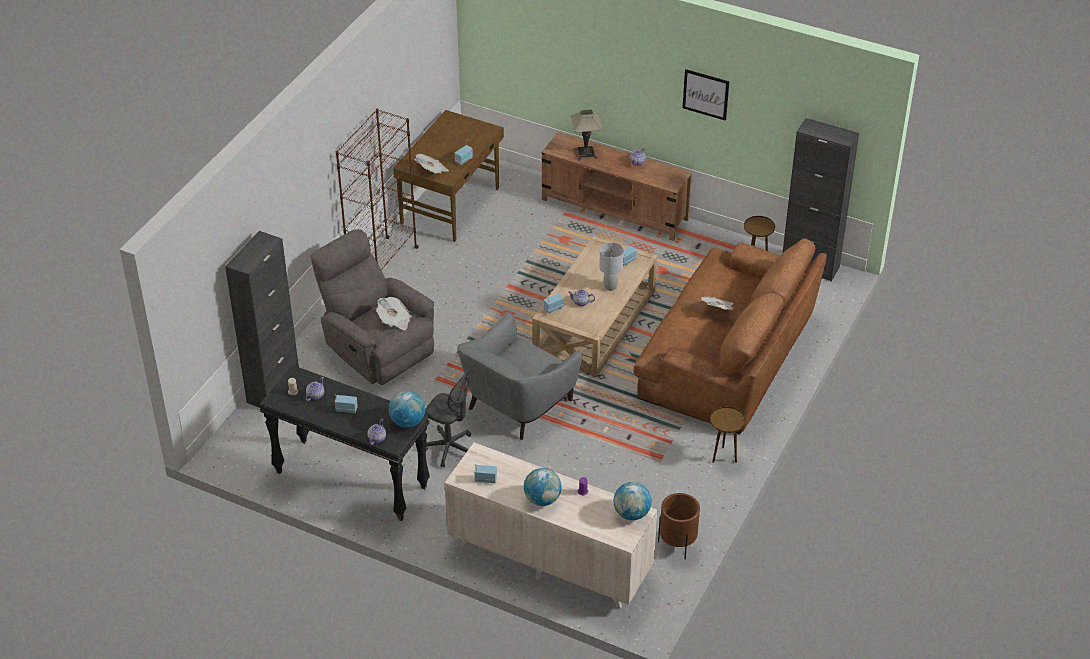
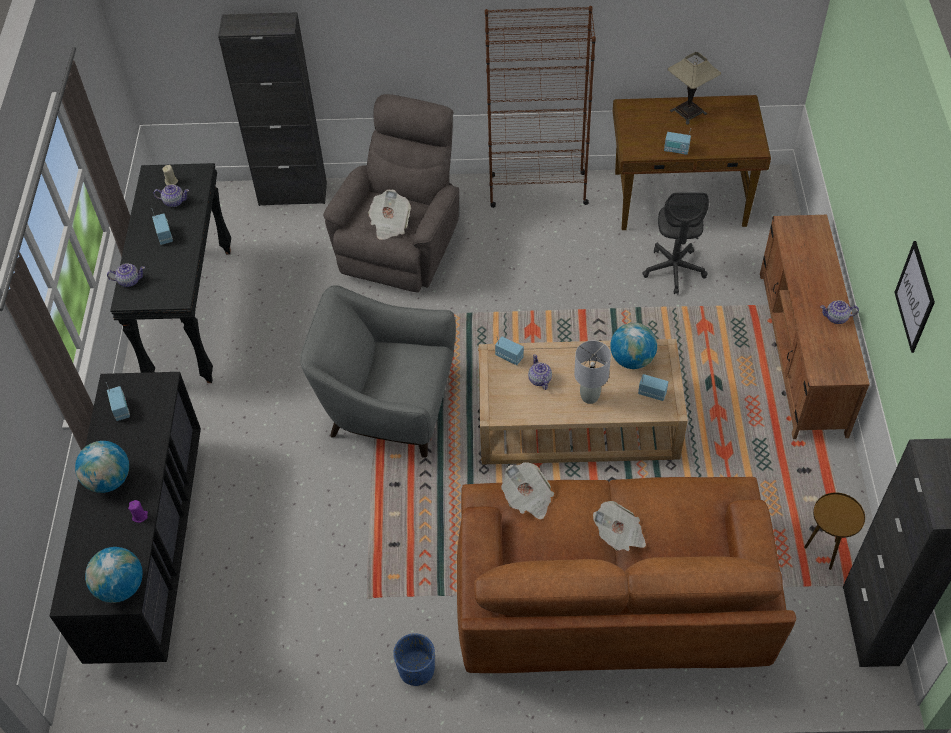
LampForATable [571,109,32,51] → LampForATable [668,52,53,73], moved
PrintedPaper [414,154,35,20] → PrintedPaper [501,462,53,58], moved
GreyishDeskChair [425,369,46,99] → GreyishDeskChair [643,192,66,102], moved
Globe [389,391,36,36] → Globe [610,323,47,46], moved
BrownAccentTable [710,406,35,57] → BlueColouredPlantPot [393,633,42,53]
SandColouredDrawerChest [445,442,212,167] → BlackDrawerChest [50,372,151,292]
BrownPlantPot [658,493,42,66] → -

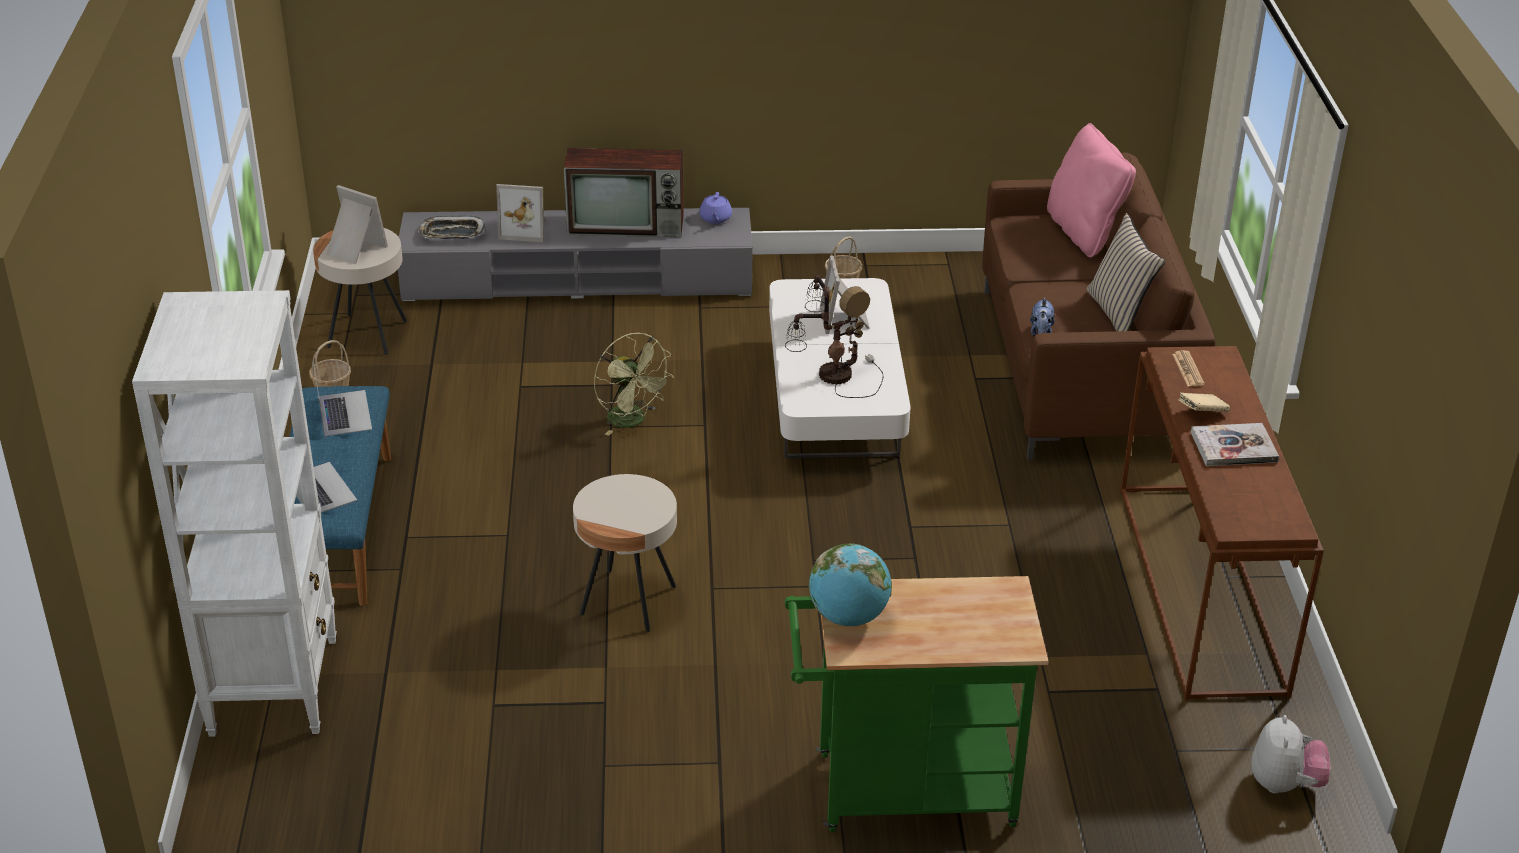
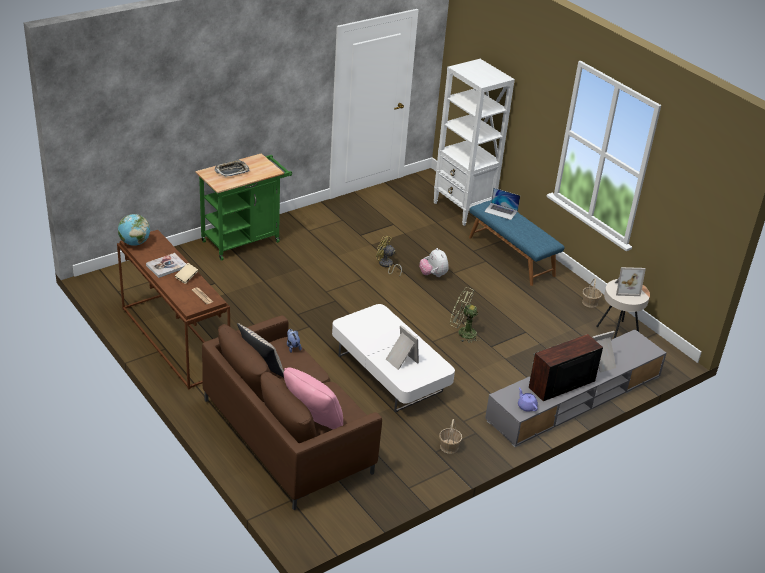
ServingTray [418,216,68,23] → ServingTray [215,160,35,17], moved
LampForATable [785,275,98,123] → -
Laptop [313,360,59,76] → -
SandColouredAccentTable [573,474,104,158] → YellowFan [376,236,26,41]
Globe [809,544,83,82] → Globe [118,214,32,32], moved
CuddlyToy [1251,715,80,79] → CuddlyToy [419,248,30,29], moved

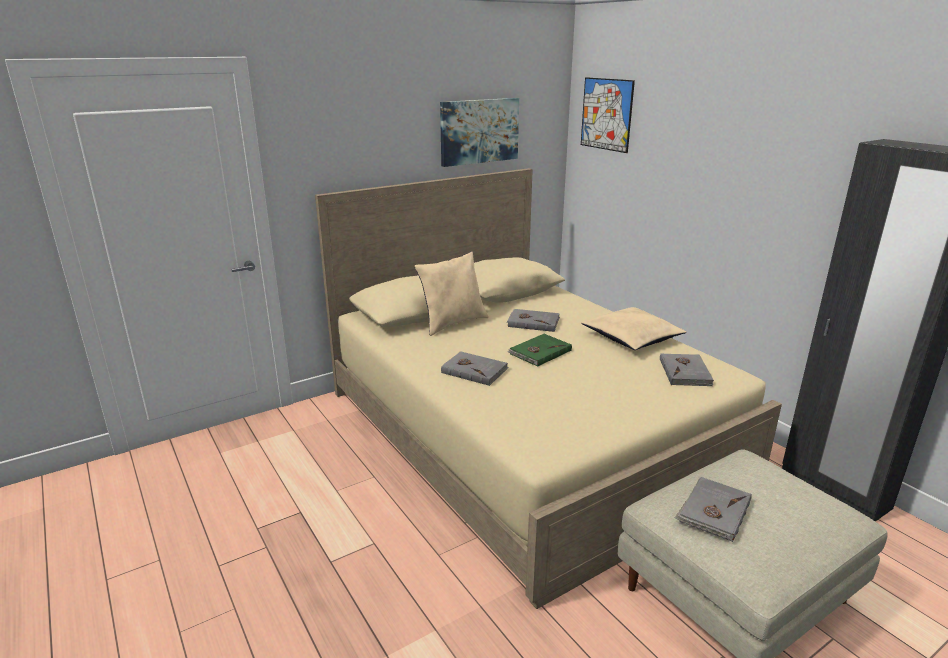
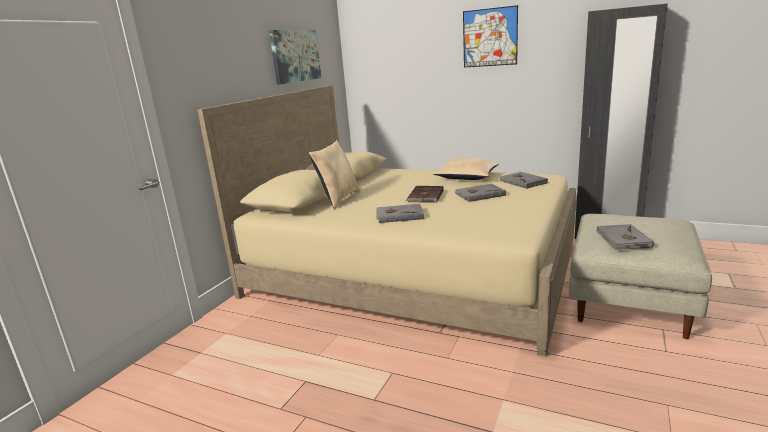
Picture [581,77,54,76] → Picture [463,5,55,63], moved
GreyishBoundBook [507,309,53,23] → GreyishBoundBook [455,184,51,18], moved
GreenBoundBook [507,334,65,33] → BrownBoundBook [405,186,39,17]

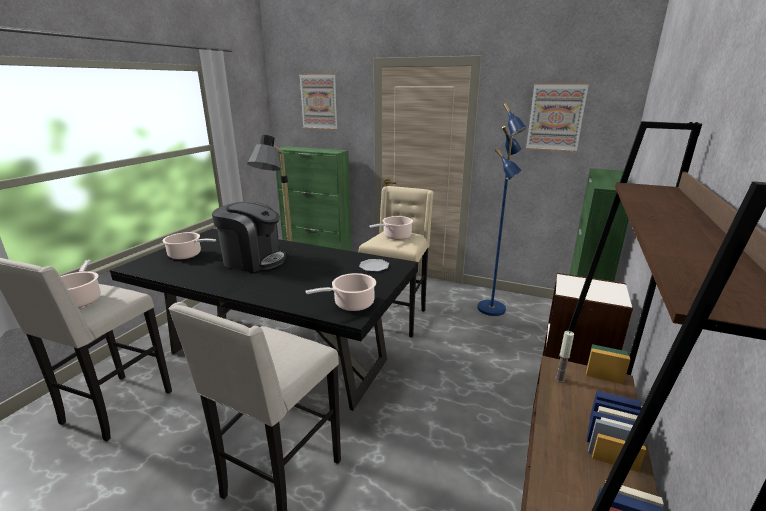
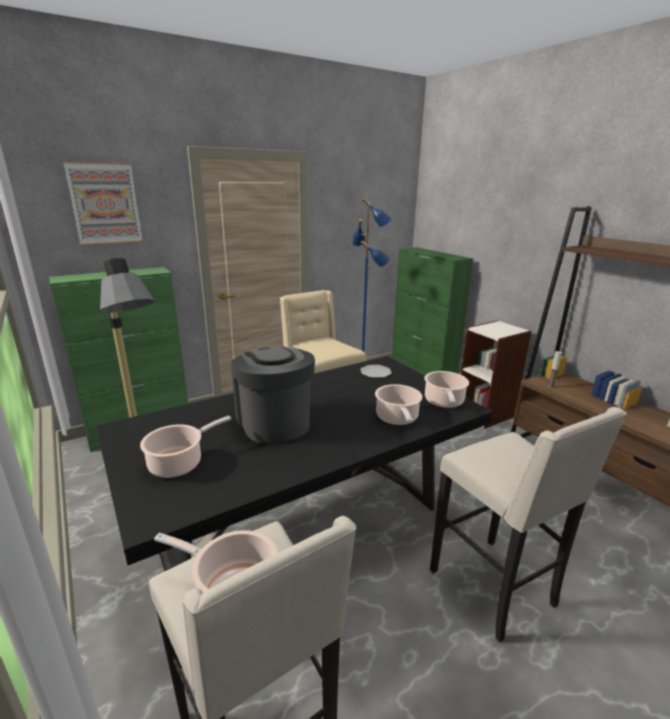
Picture [526,83,63,69] → -
CoffeeBrewer [212,201,74,71] → CoffeeBrewer [231,347,84,96], 75 degrees counterclockwise
Saucepot [369,216,44,24] → Saucepot [375,384,48,41], moved

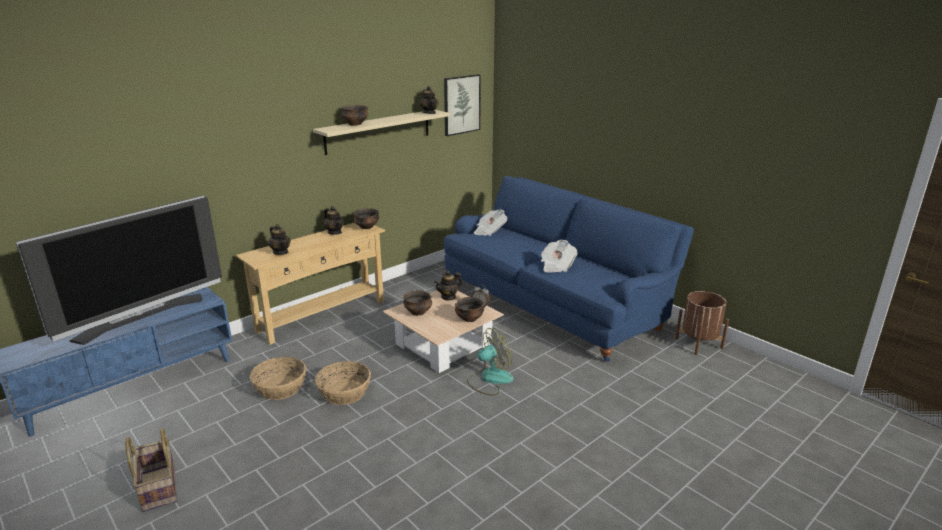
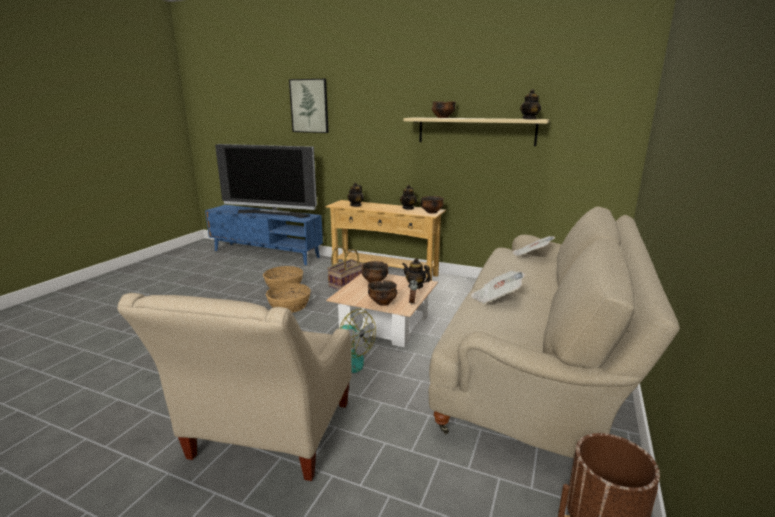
Picture [444,74,37,62] → Picture [289,79,40,54], moved
BlueColouredSettee [443,176,251,186] → SandColouredSettee [429,207,251,251]
HouseholdBasket [125,428,52,84] → HouseholdBasket [327,246,37,44], moved
- → SandColouredLoungeChair [117,293,235,188]

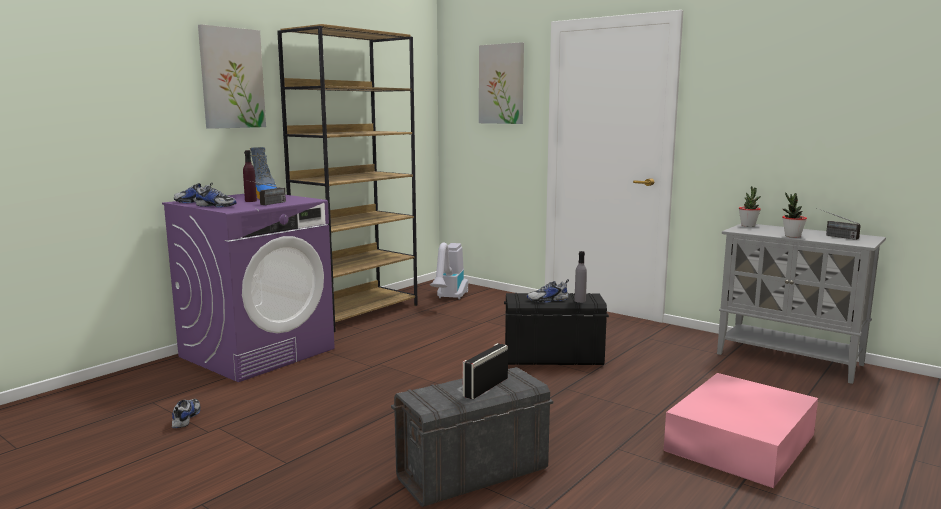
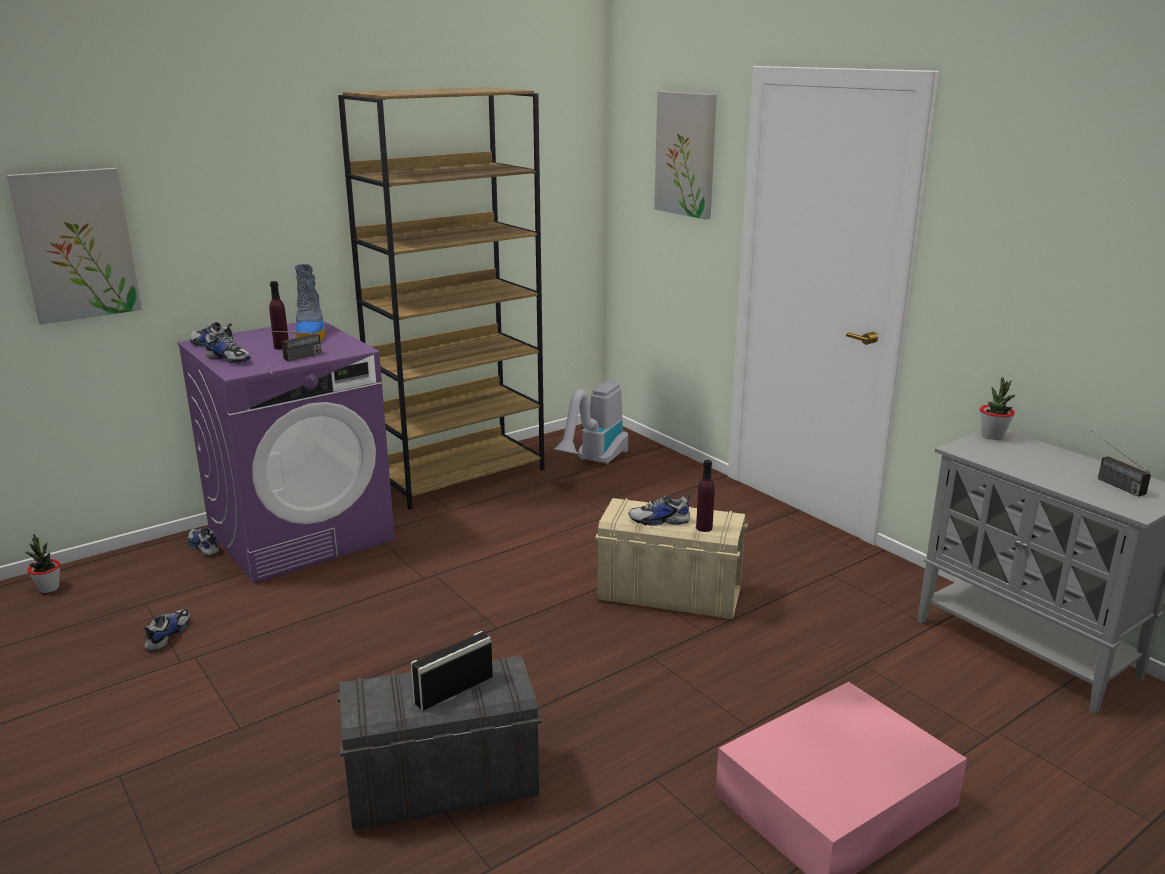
Picture [198,24,68,105] → Picture [6,168,136,157], moved
PottedPlant [782,193,25,45] → PottedPlant [25,534,35,59], moved
GreyishBottle [574,251,13,52] → PurplishBottle [696,460,19,72]
BlackStorageContainer [504,293,105,72] → SandColouredStorageContainer [595,498,153,121]
- → Shoe [188,527,31,29]

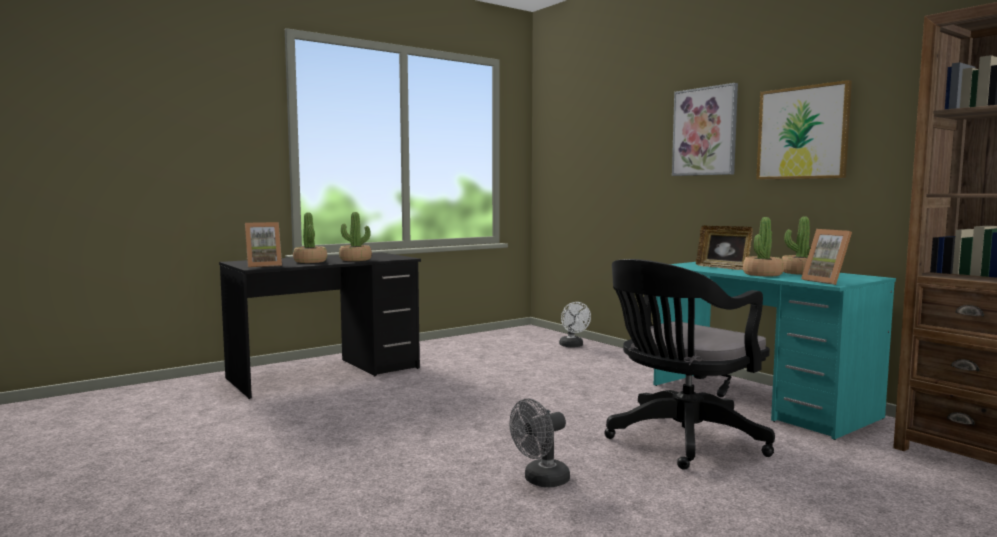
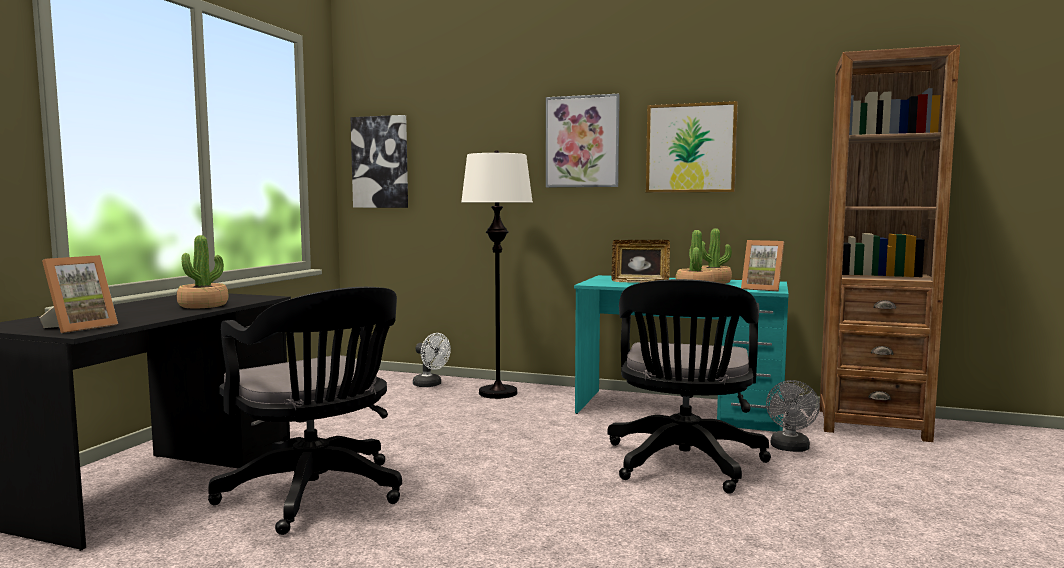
PottedPlant [293,213,34,50] → -
GreyishFan [509,399,61,88] → GreyishFan [766,380,54,72], moved
- → Picture [350,115,58,93]
- → WhiteColouredStandardLamp [461,150,72,249]
- → BlackDeskChair [208,287,194,248]

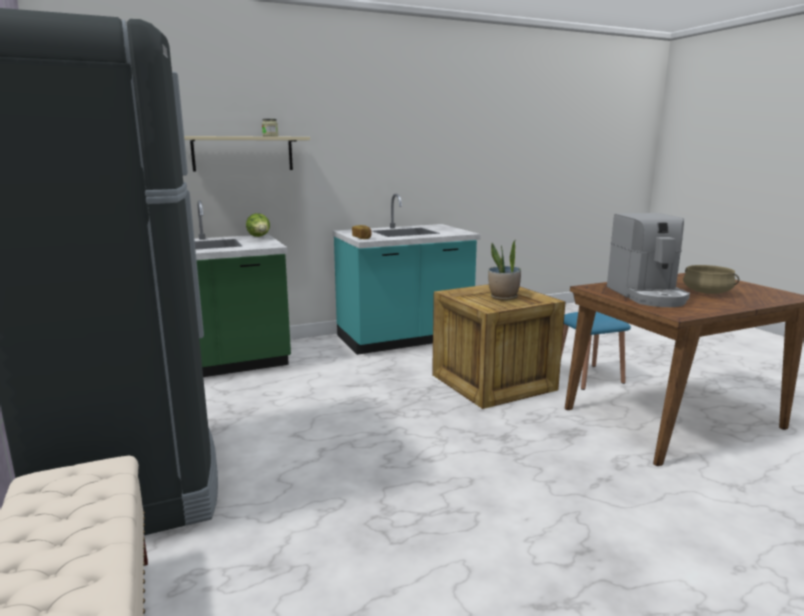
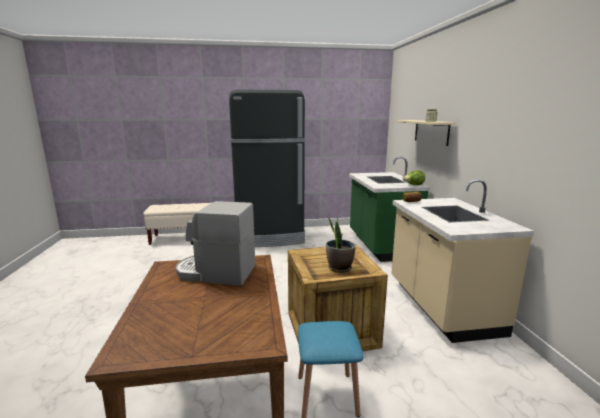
TurquoiseColouredCounter [332,194,149,161] → SandColouredCounter [391,179,143,164]
SandColouredSaucepot [683,265,56,29] → -

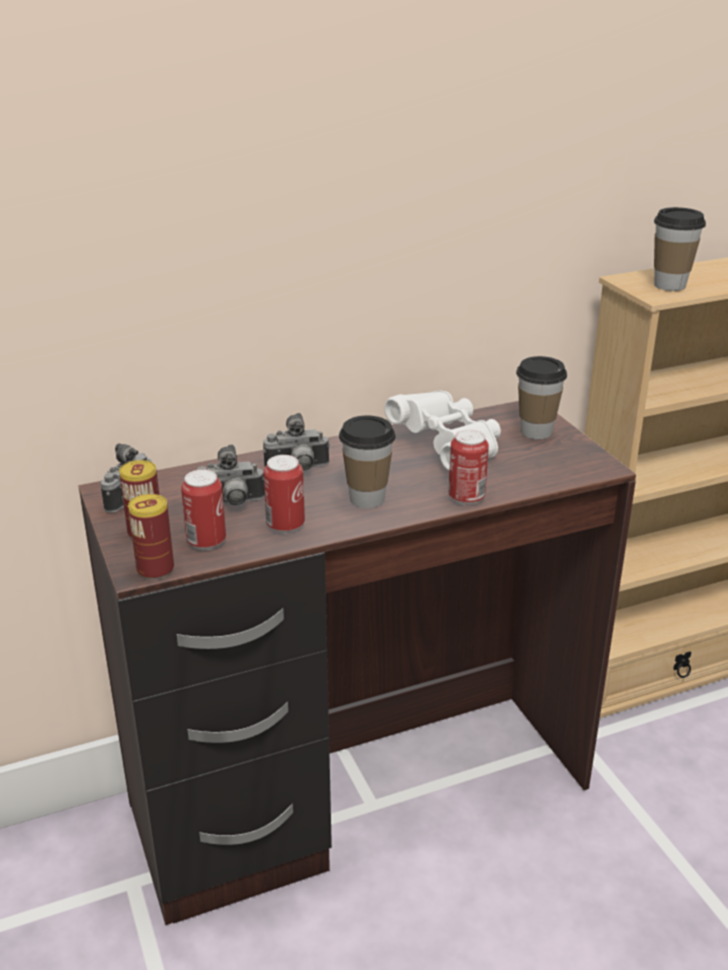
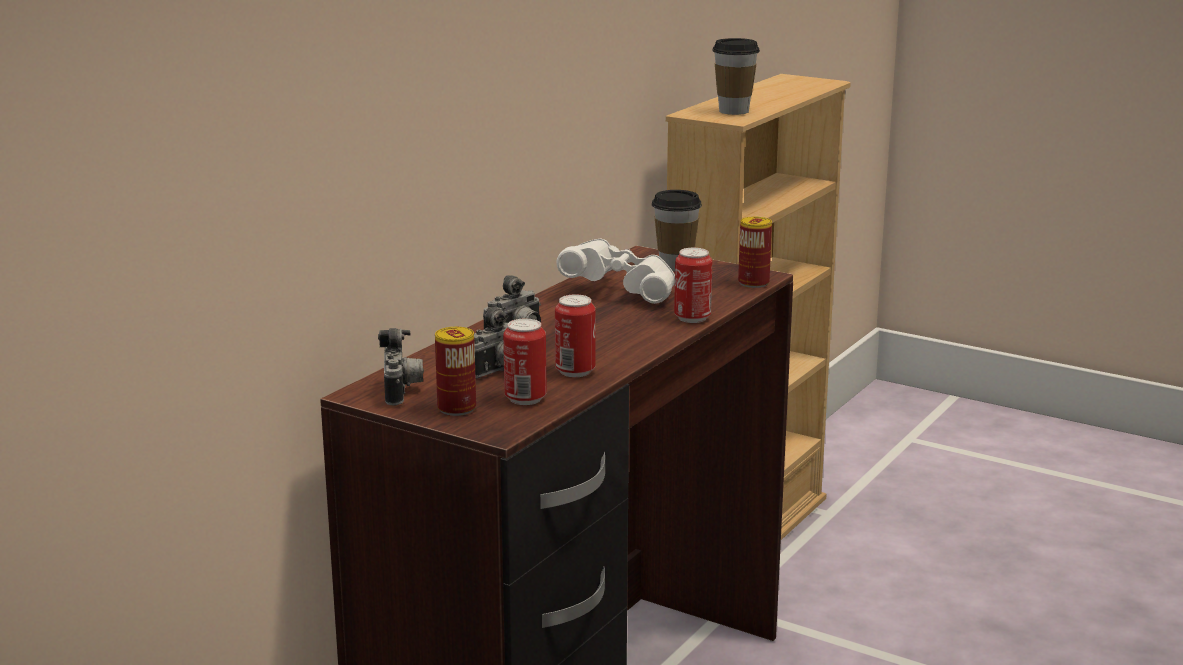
Cup [339,416,57,92] → -
Can [128,494,46,86] → Can [738,217,34,71], moved

